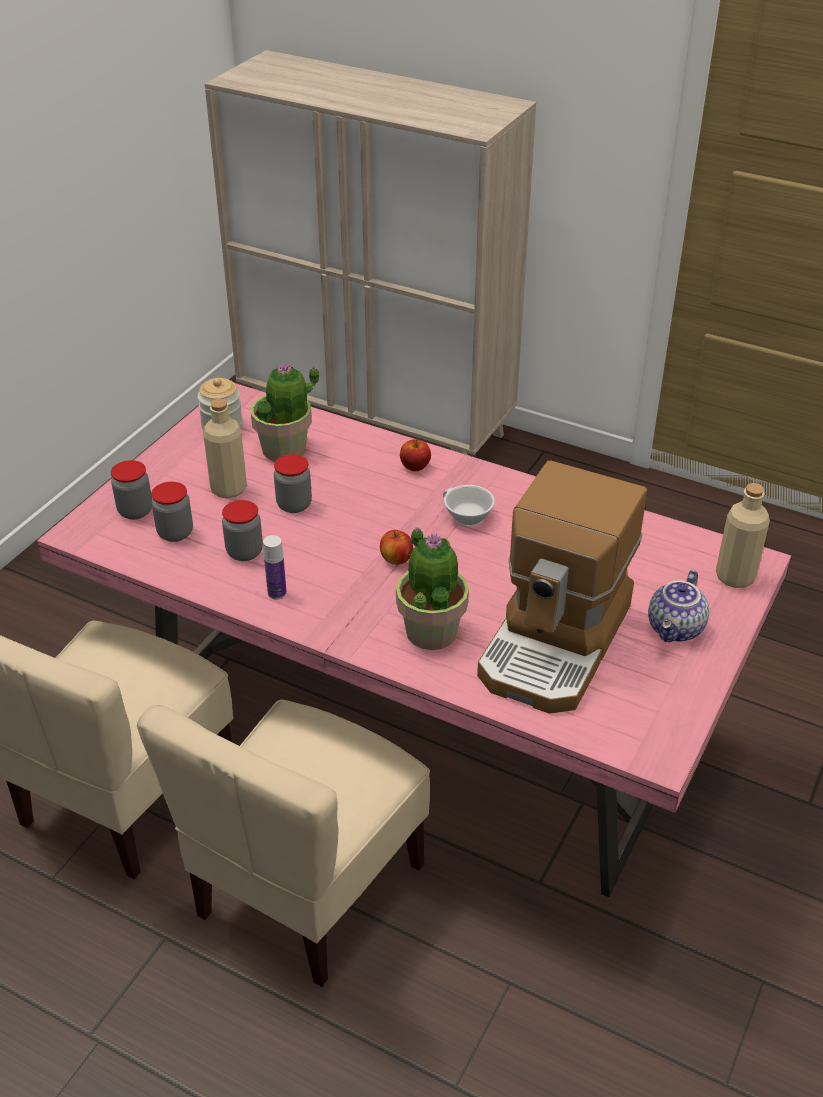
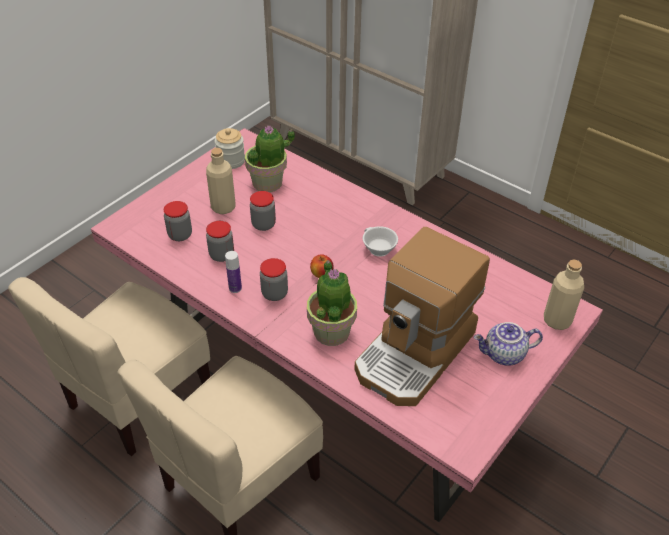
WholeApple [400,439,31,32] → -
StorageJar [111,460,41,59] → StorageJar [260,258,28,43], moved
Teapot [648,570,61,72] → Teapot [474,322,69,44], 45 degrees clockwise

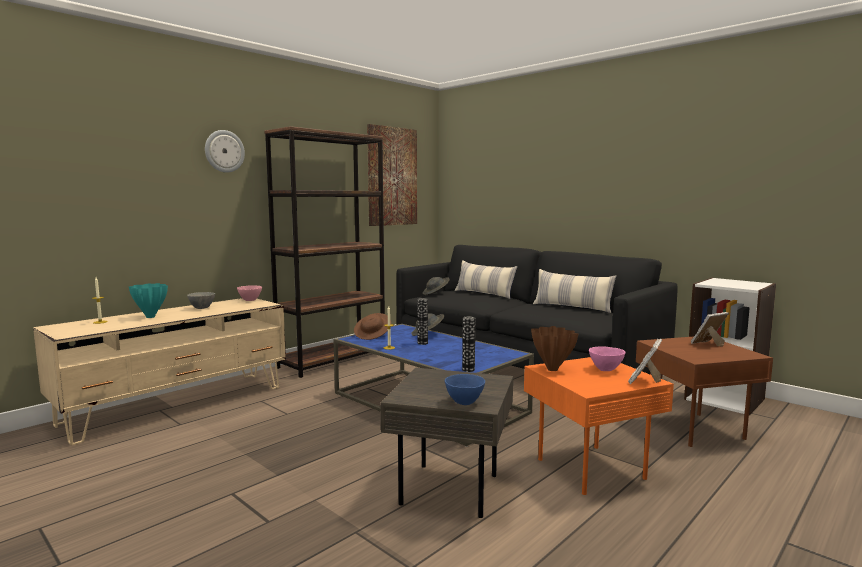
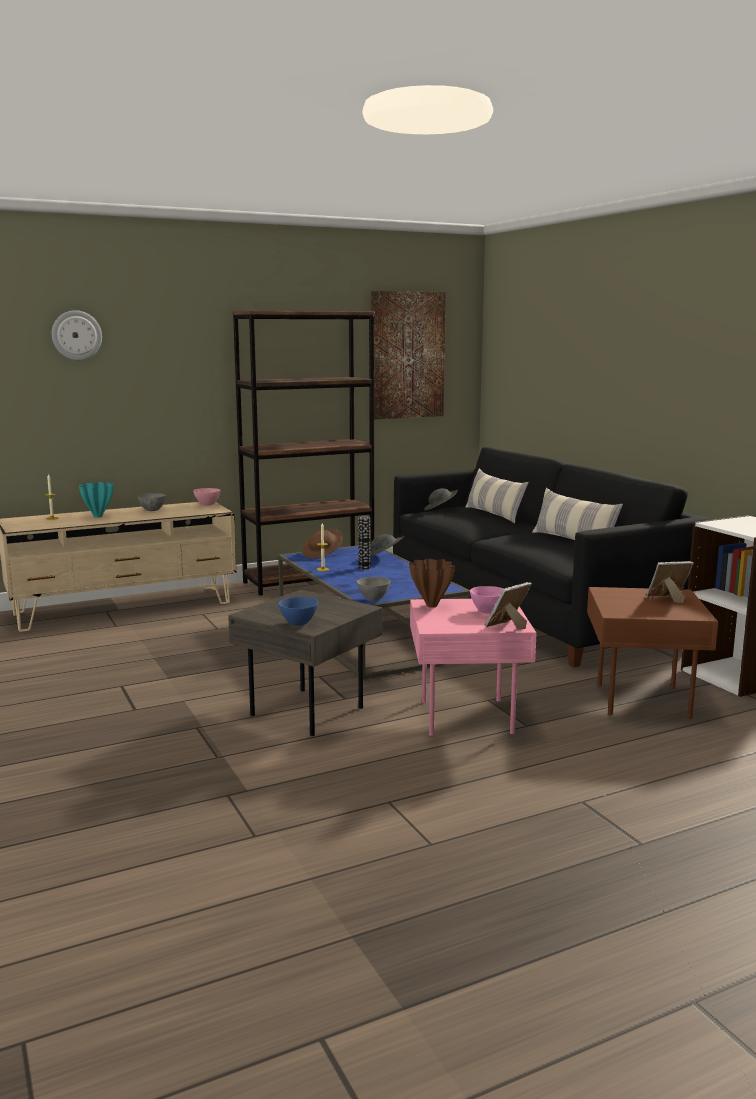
HangingClock [205,130,40,43] → HangingClock [52,310,50,50], moved
FlowerVase [462,316,13,56] → GreyishServingBowl [357,577,33,25]
OrangeColouredAccentTable [524,357,150,138] → PinkishAccentTable [410,599,127,137]

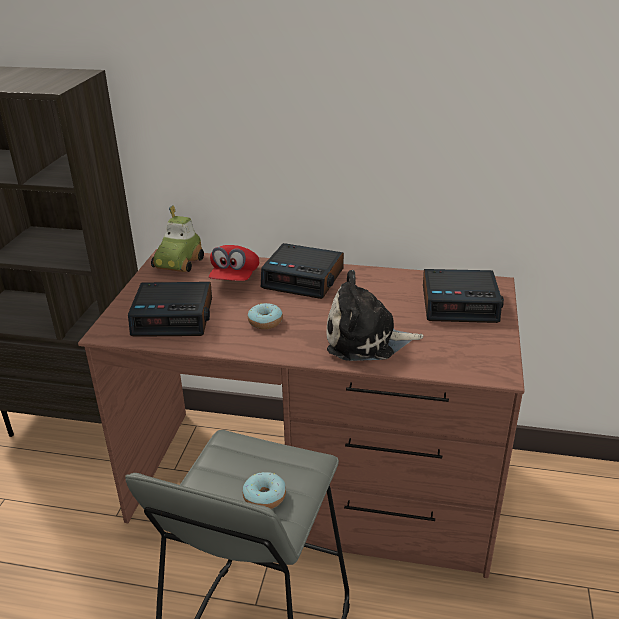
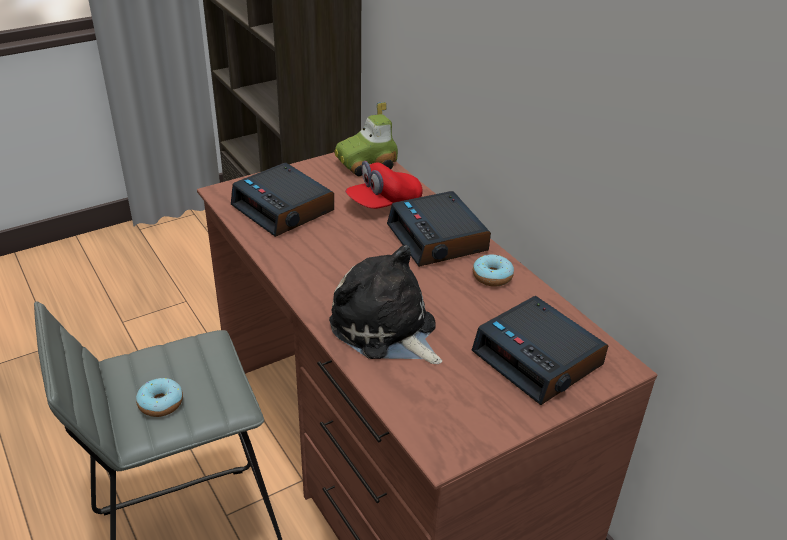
Doughnut [248,303,35,26] → Doughnut [473,255,41,32], moved

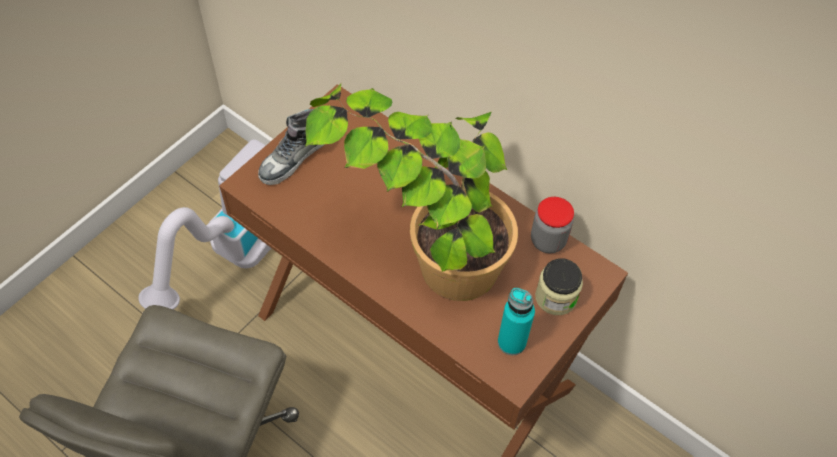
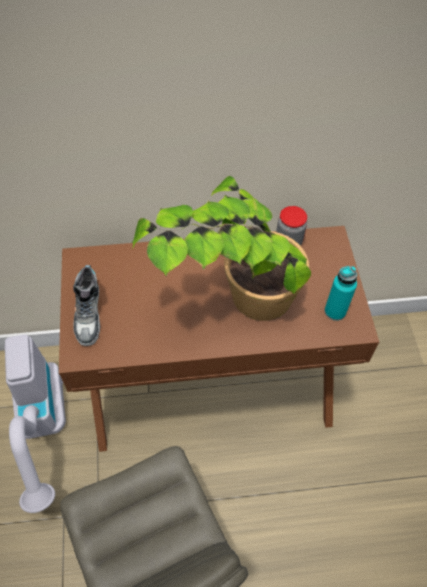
StorageJar [535,258,48,57] → -

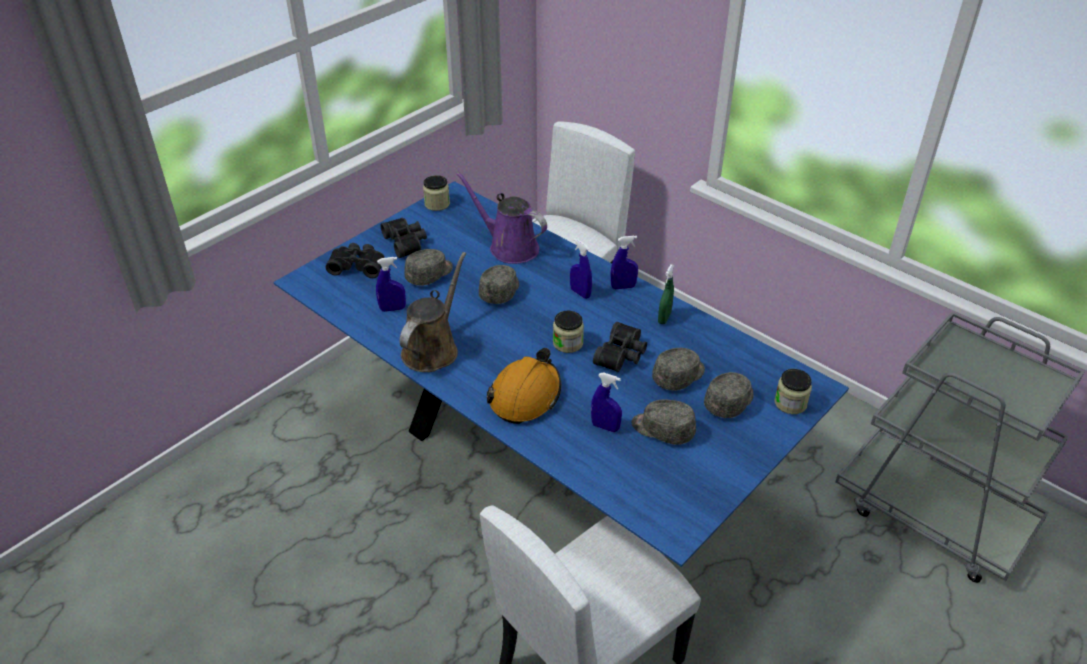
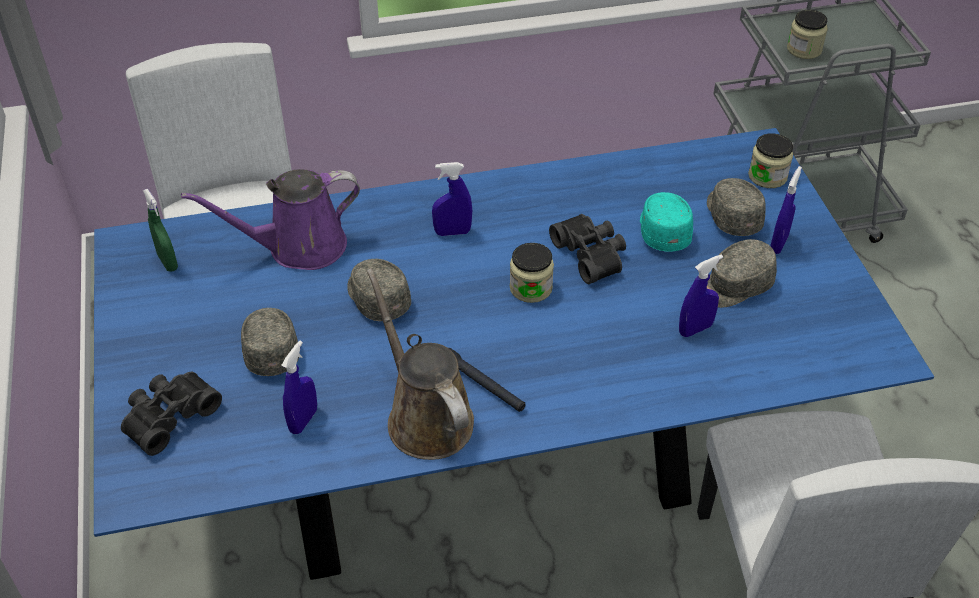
StorageJar [423,175,27,36] → StorageJar [787,10,41,49], moved
BlackFieldGlasses [381,218,46,40] → -
BlueColouredHandSprayer [611,236,27,53] → BlueColouredHandSprayer [770,166,32,88], moved
GreenHandSprayer [658,264,16,60] → GreenHandSprayer [143,189,35,83], moved
OrangeColouredWorkHelmet [487,348,74,76] → -
GreyishBaseballCap [652,348,53,43] → TurquoiseColouredBaseballCap [640,192,53,60]
- → BlackTorch [449,348,76,64]

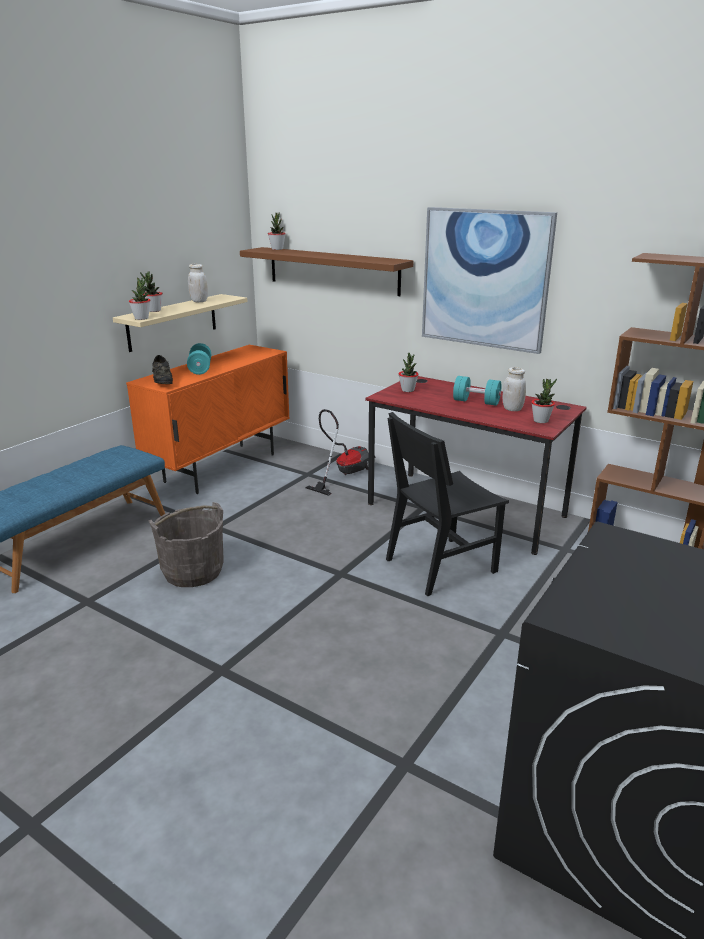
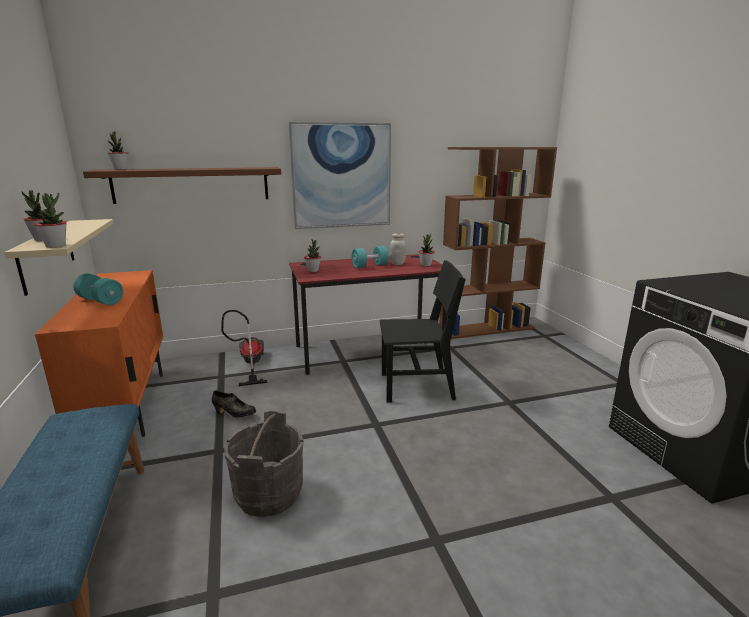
WhiteColouredStorageJar [188,264,20,38] → -
BlackShoe [152,355,21,29] → BlackShoe [212,390,44,27], moved
BlackChair [386,412,123,184] → BlackChair [380,260,86,143], 105 degrees counterclockwise

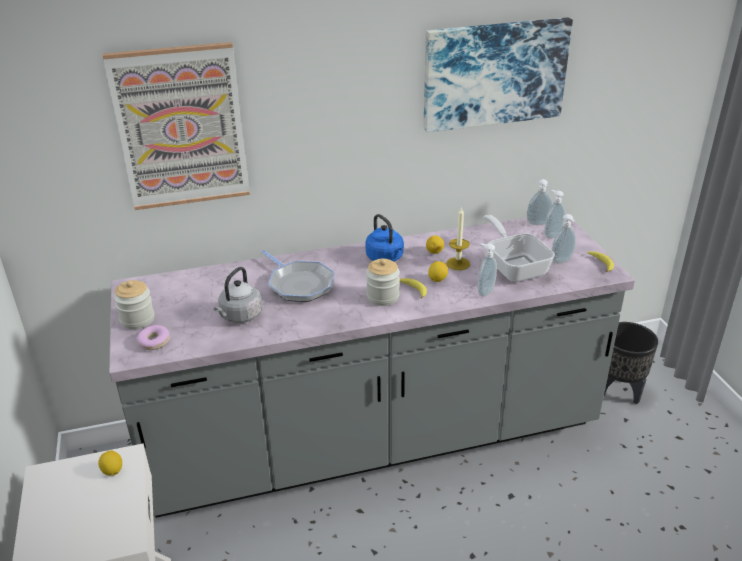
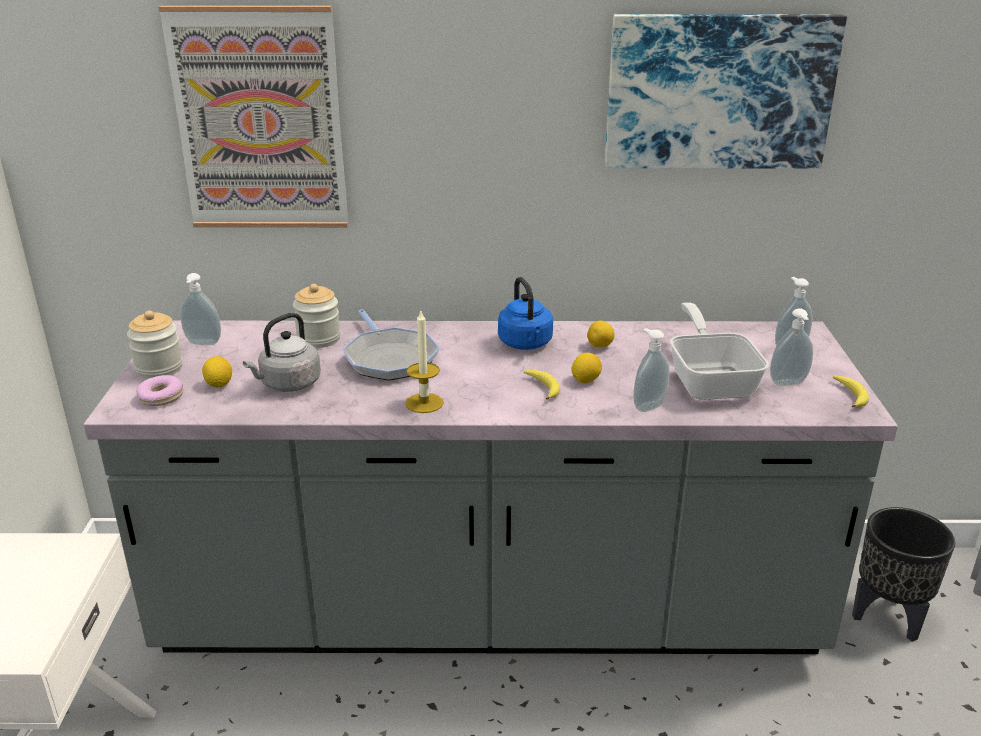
LiquidSoapBottle [527,179,26,46] → LiquidSoapBottle [180,273,41,72], moved
Candle [446,207,24,63] → Candle [405,311,39,102], moved
StorageJar [366,258,34,48] → StorageJar [293,284,48,64], moved
CitrusFruit [98,451,24,25] → CitrusFruit [202,356,30,32], moved

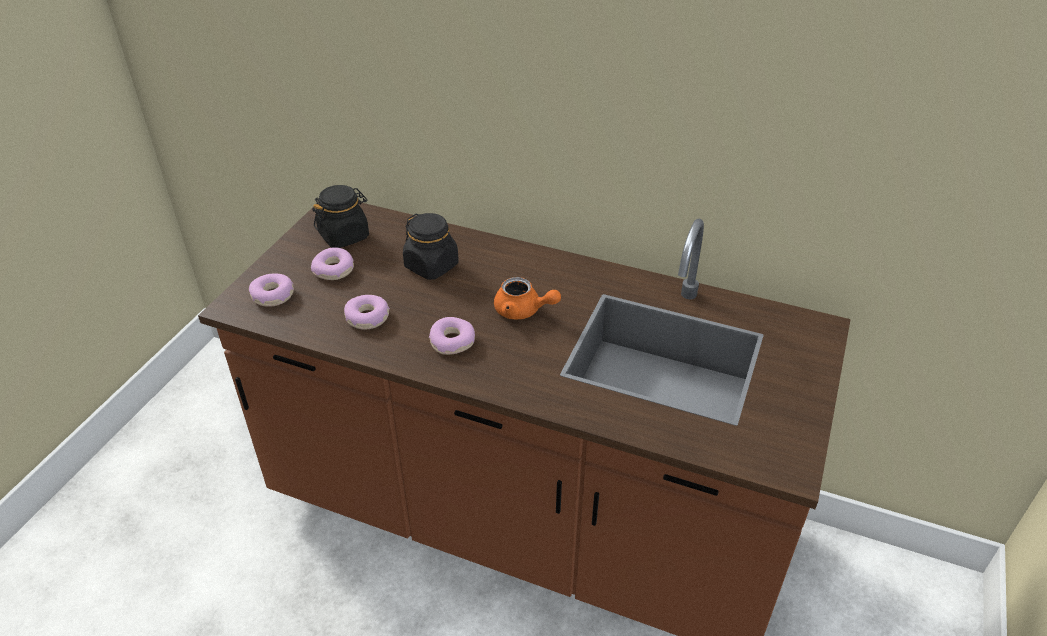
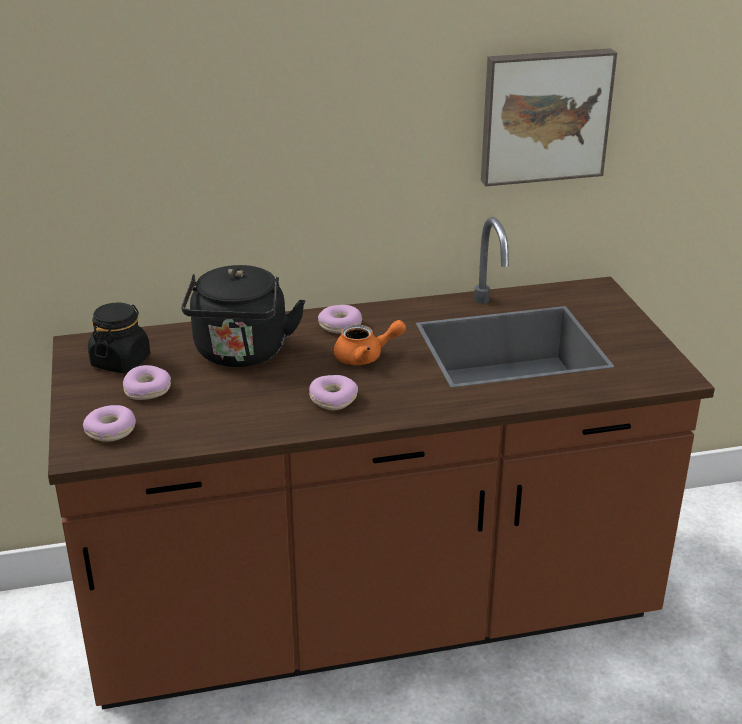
BlackStorageJar [403,213,56,67] → BlackTeaKettle [181,265,125,102]
Doughnut [344,295,46,35] → Doughnut [318,305,44,29], moved
- → Picture [481,48,136,138]

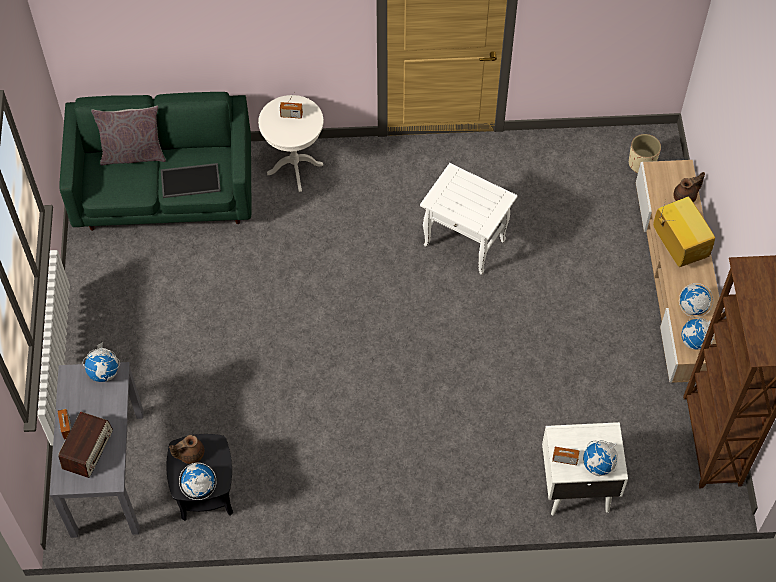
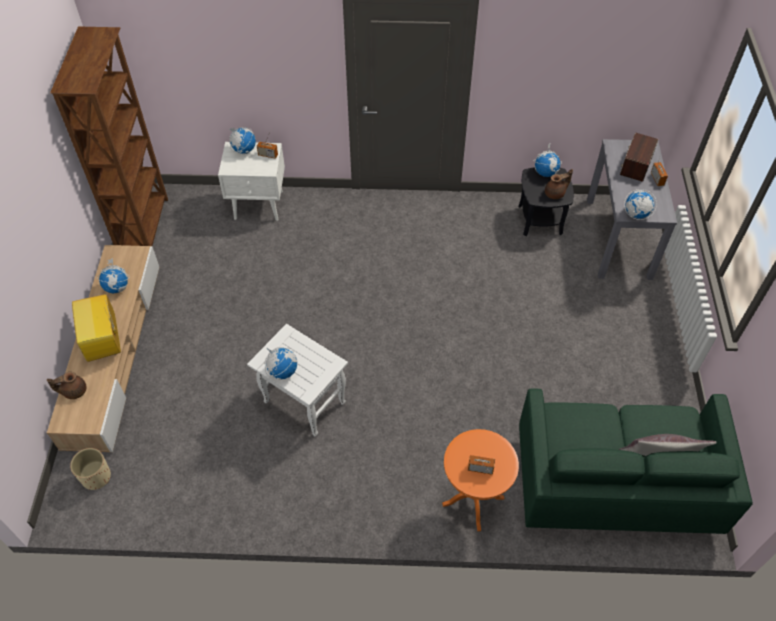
WhiteColouredAccentTable [258,95,65,97] → OrangeColouredAccentTable [442,429,77,102]
ServingTray [161,163,60,35] → -
Globe [682,317,32,33] → Globe [265,347,32,33], moved

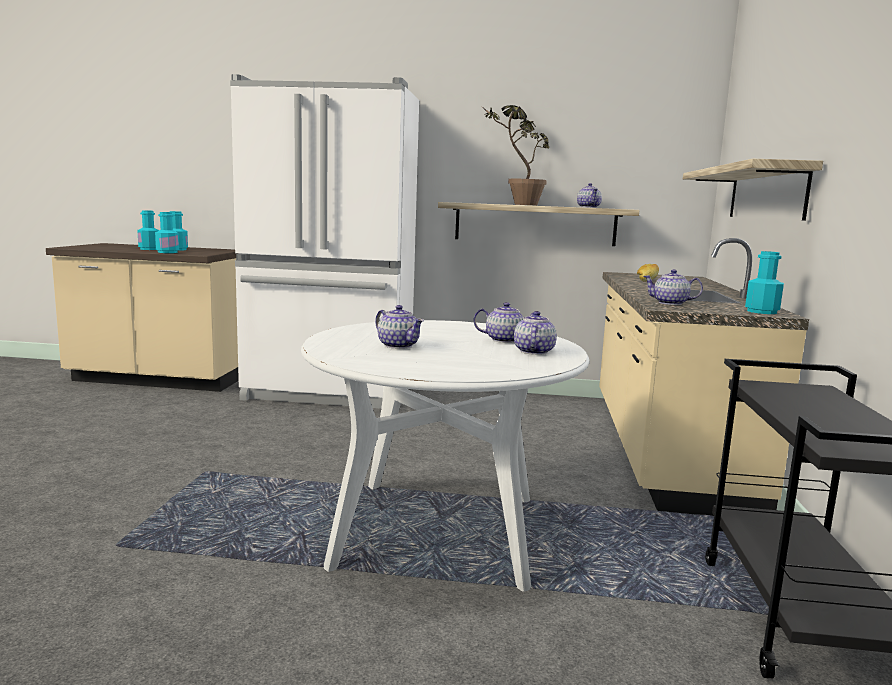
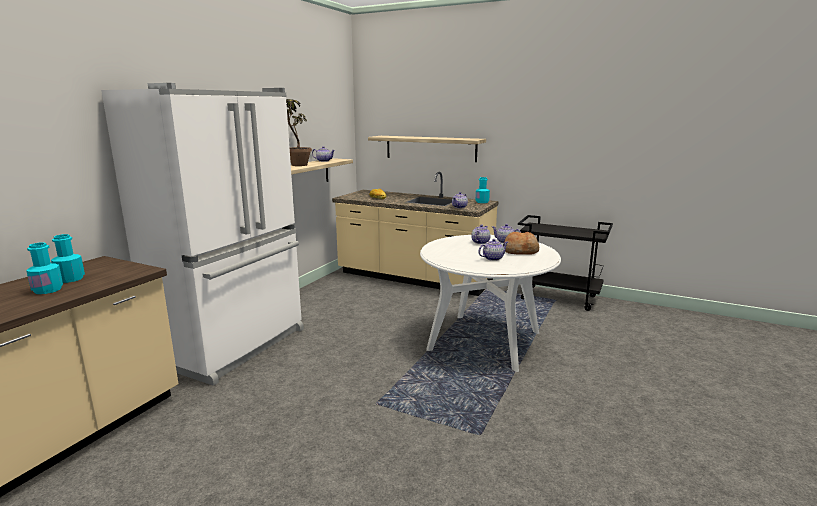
TurquoiseColouredBottle [155,212,24,41] → -
- → BakedBread [504,232,35,23]

